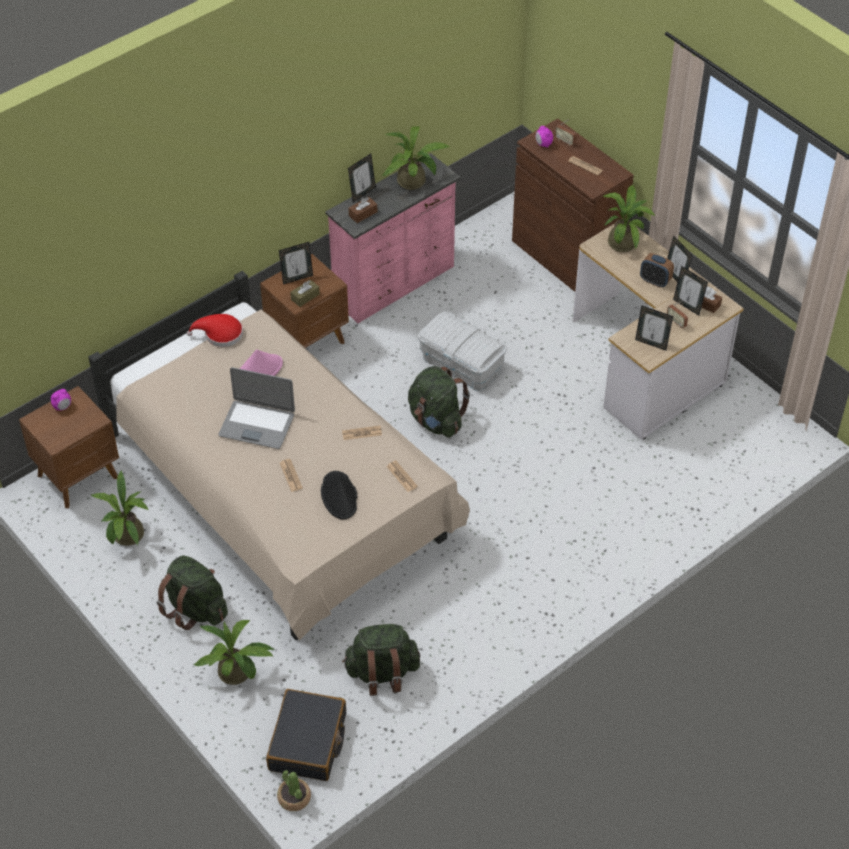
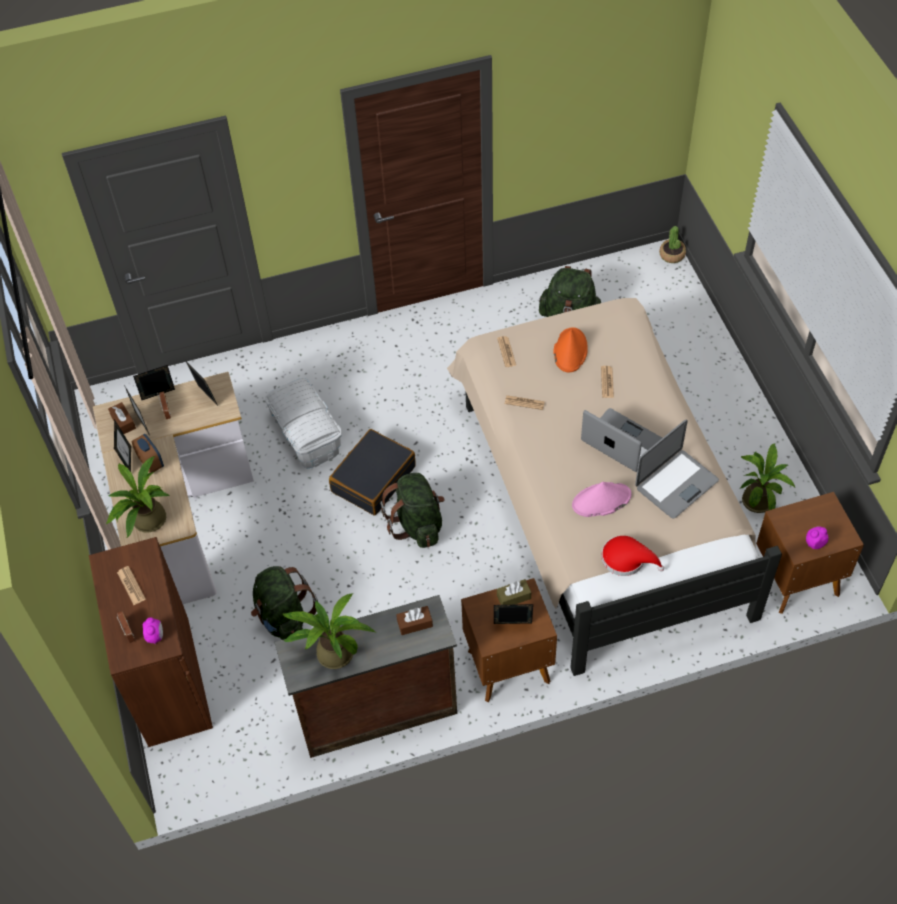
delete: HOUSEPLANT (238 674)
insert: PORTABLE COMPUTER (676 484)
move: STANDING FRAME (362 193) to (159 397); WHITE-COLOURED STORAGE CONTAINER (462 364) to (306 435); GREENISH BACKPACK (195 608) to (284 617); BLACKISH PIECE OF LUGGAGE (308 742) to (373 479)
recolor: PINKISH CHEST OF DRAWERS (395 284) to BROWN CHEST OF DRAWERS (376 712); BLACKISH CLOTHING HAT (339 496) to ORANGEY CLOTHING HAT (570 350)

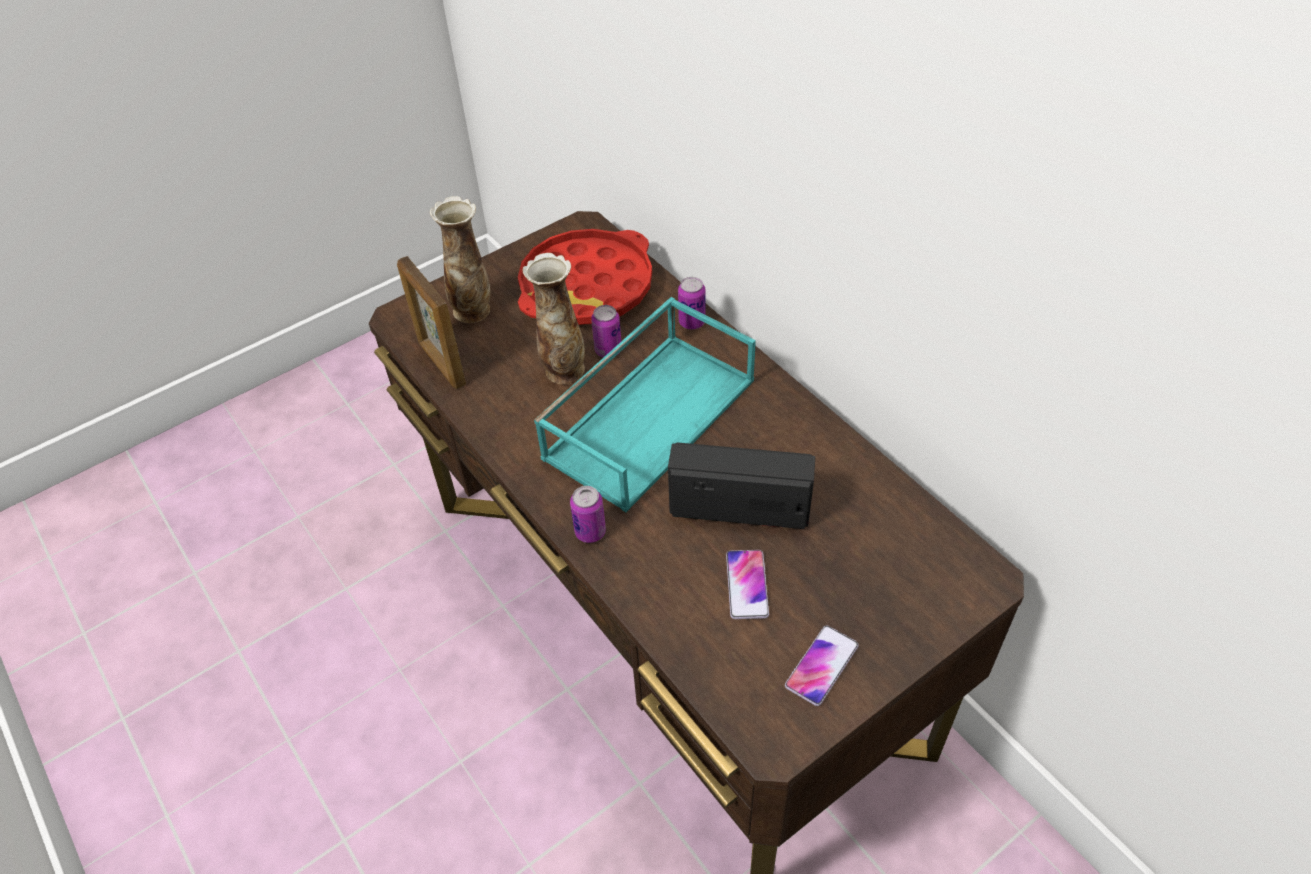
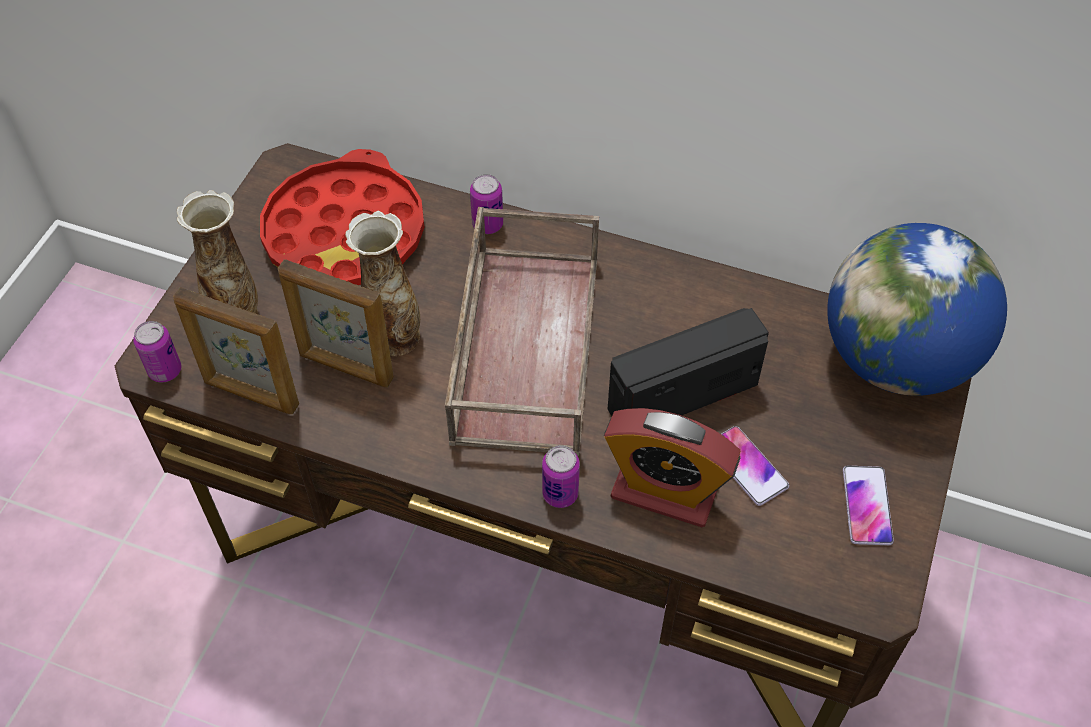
insert: GLOBE (896 359); STANDING FRAME (345 367); ALARM CLOCK (664 491)
move: CAN (608 350) to (165 370)
recolor: BLUE-GREEN SERVING TRAY (650 416) to BROWN SERVING TRAY (524 345)

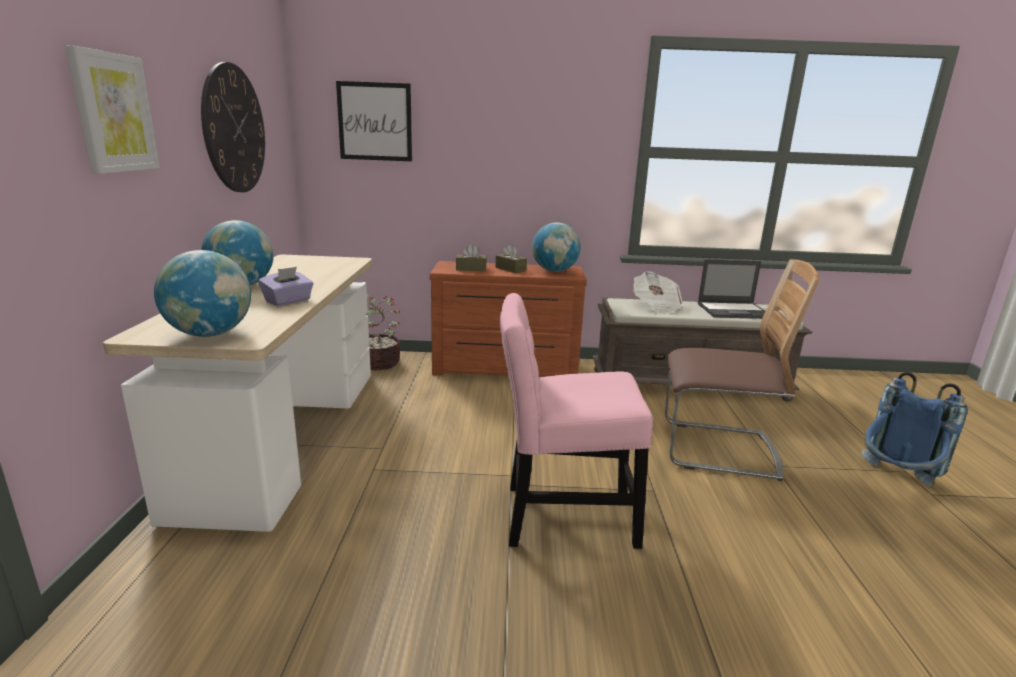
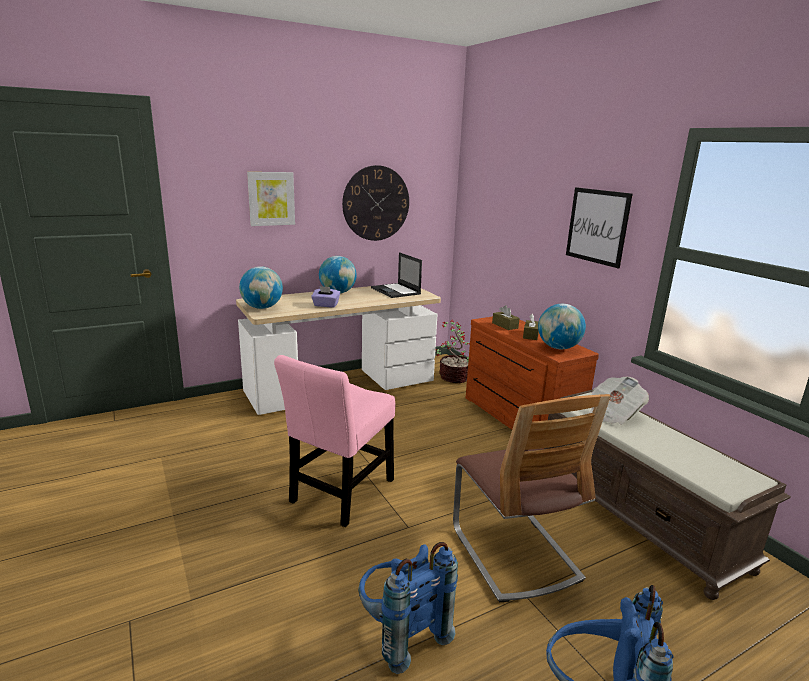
insert: BLUE-COLOURED BACKPACK (400 632)
move: WALL ART (375 122) to (597 226); PORTABLE COMPUTER (734 311) to (396 291)
rotate: PINKISH CHAIR (562 516) = (340 494) 120 degrees counterclockwise

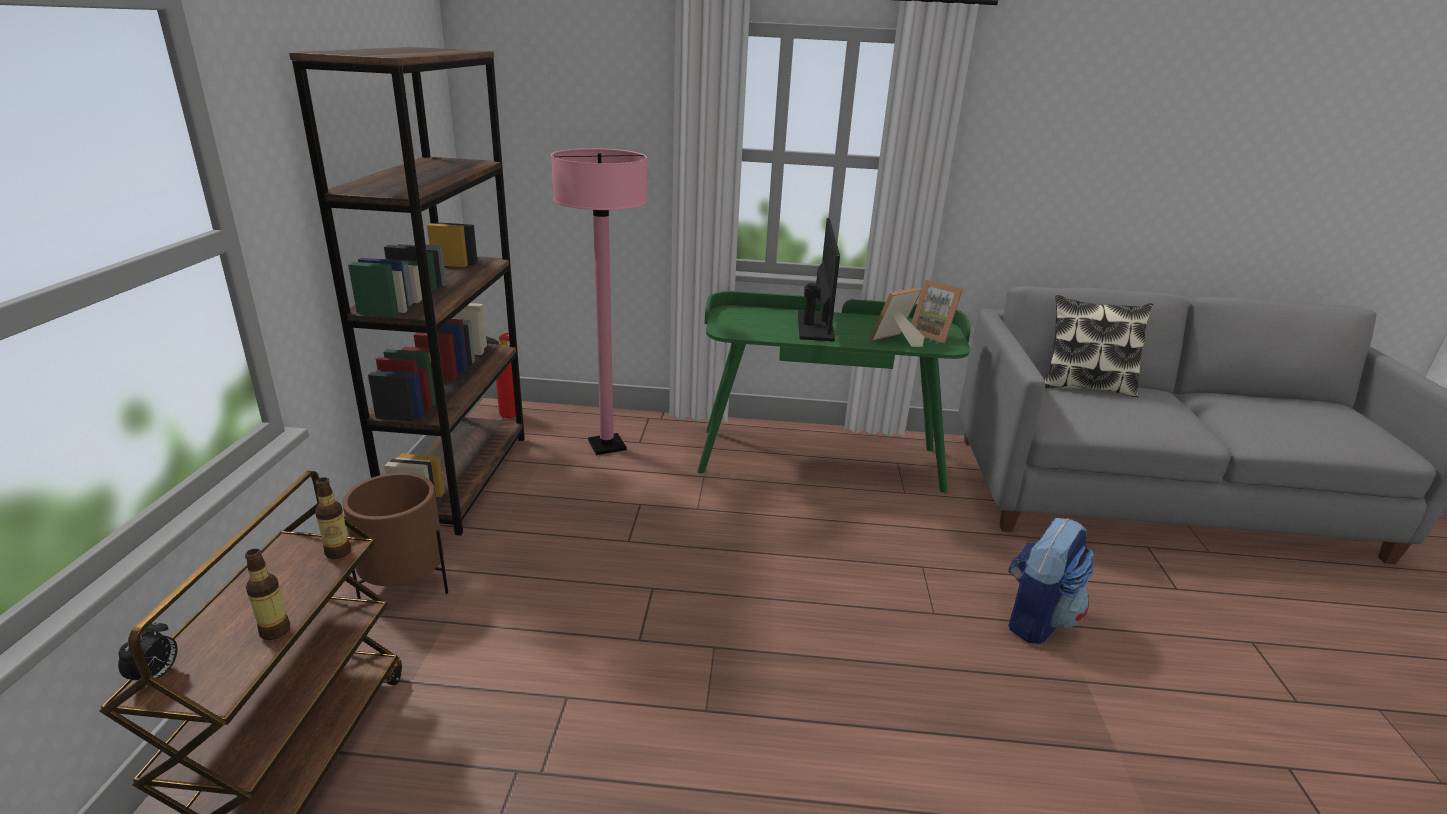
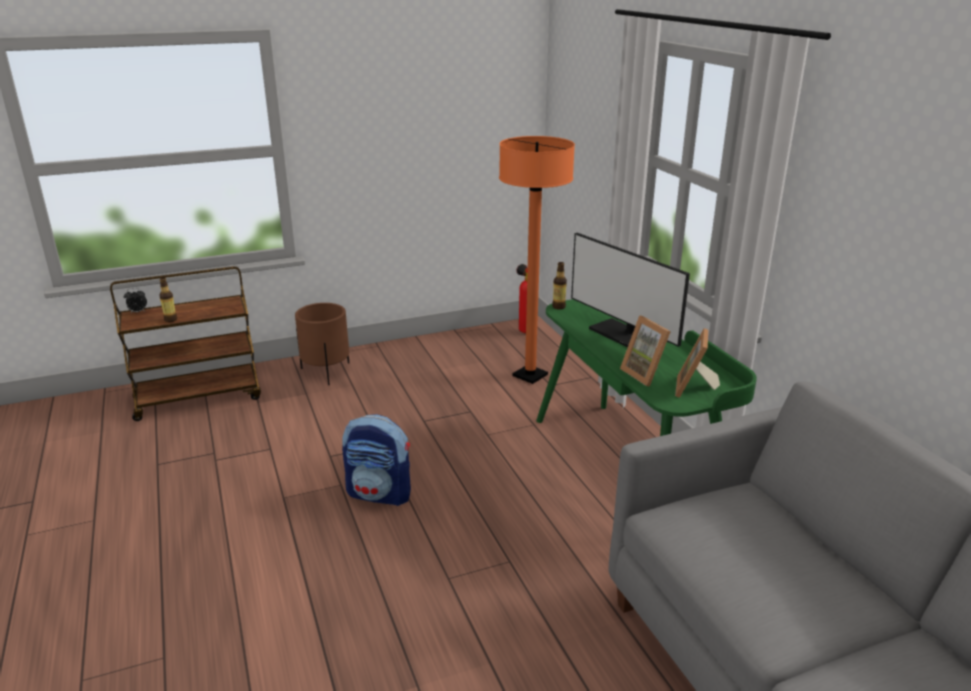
delete: BROWN BOOKSHELF (460 478); PILLOW (1085 386)
move: BEVERAGE BOTTLE (338 552) to (559 307); BACKPACK (1036 618) to (380 494)
recolor: PINKISH FLOOR LAMP (607 446) to ORANGEY FLOOR LAMP (530 375)
rotate: COMPUTER SCREEN (815 327) = (625 336) 75 degrees clockwise; STANDING FRAME (895 341) = (646 374) 150 degrees counterclockwise

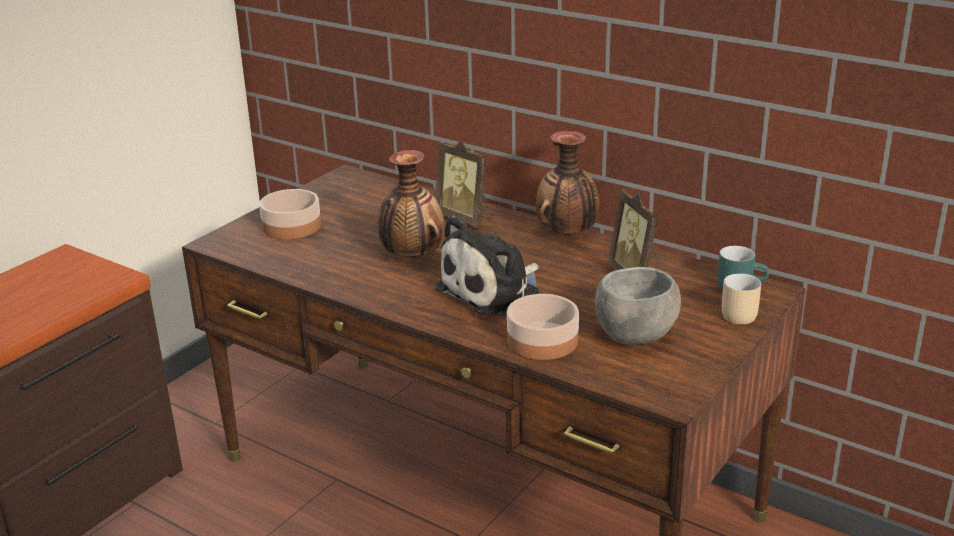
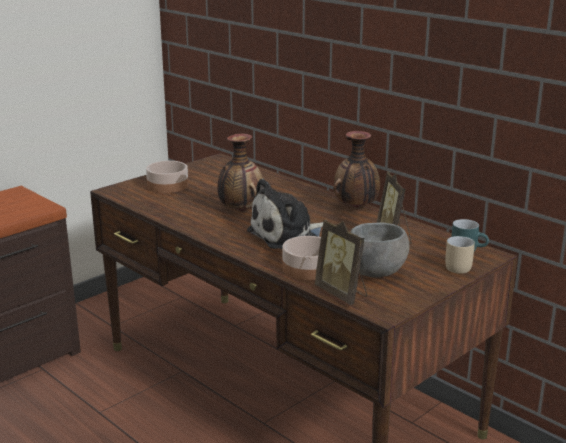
move: STANDING FRAME (465 218) to (342 294)

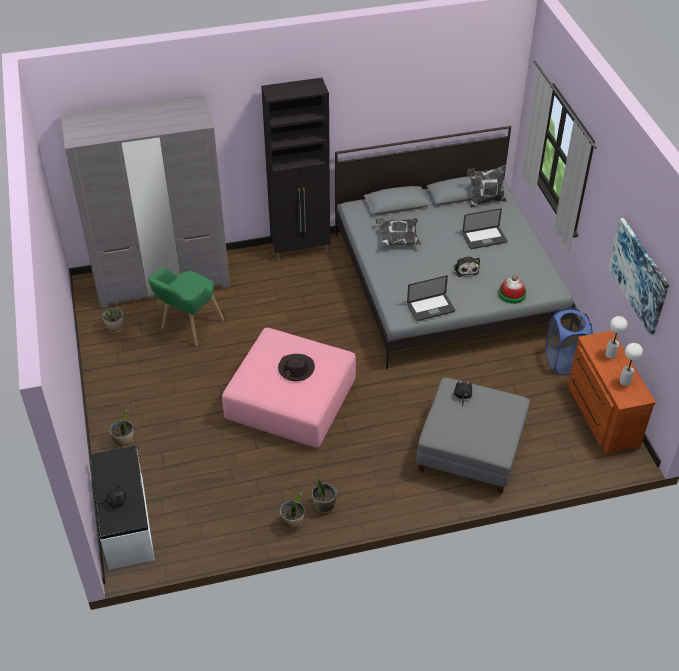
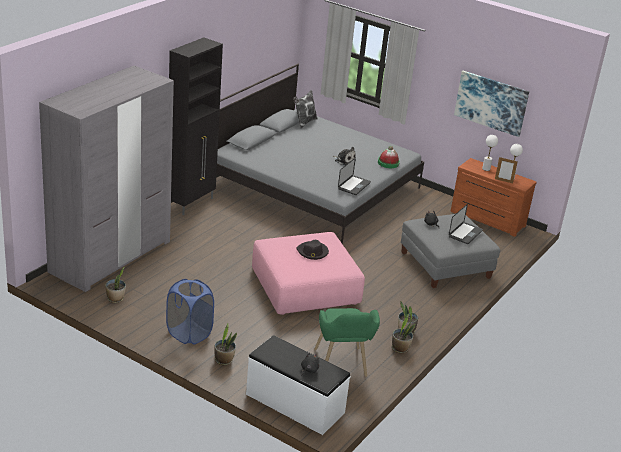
delete: PILLOW (397 239)
insert: STANDING FRAME (503 181)
move: PORTABLE COMPUTER (484 238) to (465 234); GREENISH ARMCHAIR (187 329) to (341 368); BLUE-COLOURED HAMPER (564 361) to (189 333)

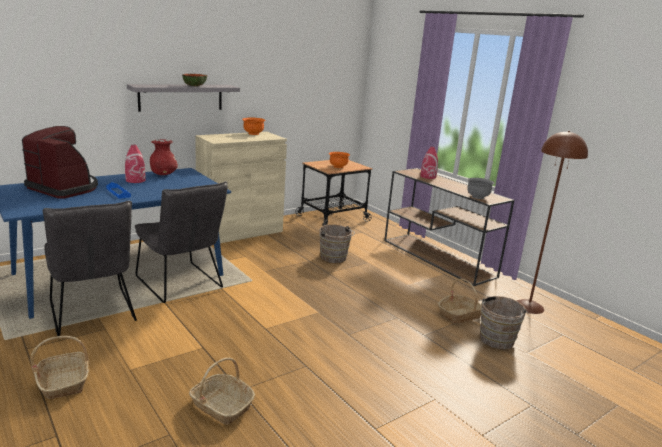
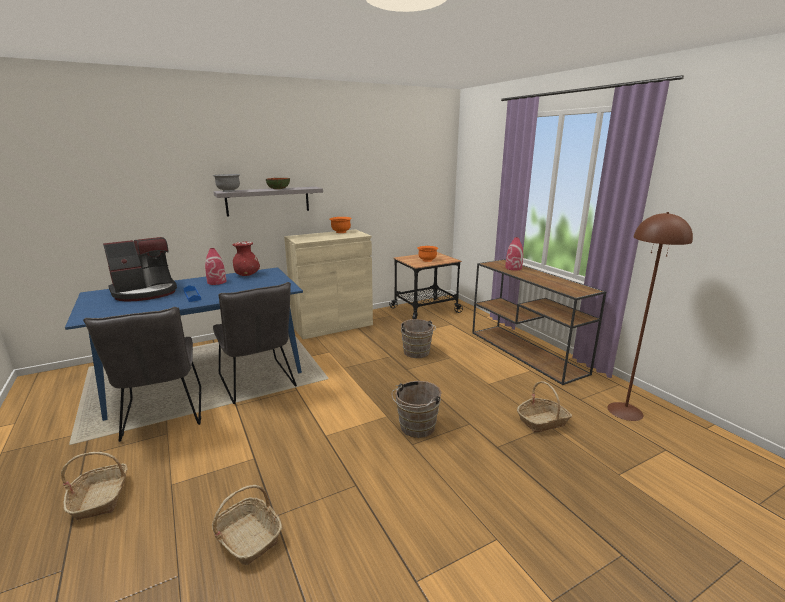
move: GREYISH DEEP DISH (477 197) to (228 191); BROWN WATER BUCKET (496 341) to (415 428)
rotate: COFFEE MACHINE (64 188) = (145 292) 105 degrees clockwise

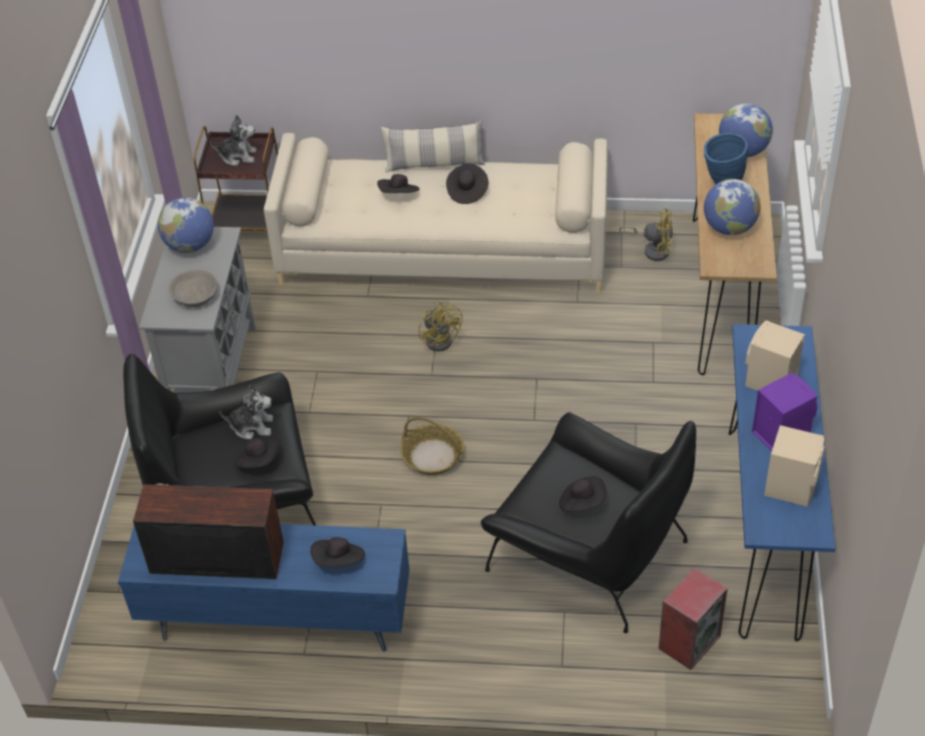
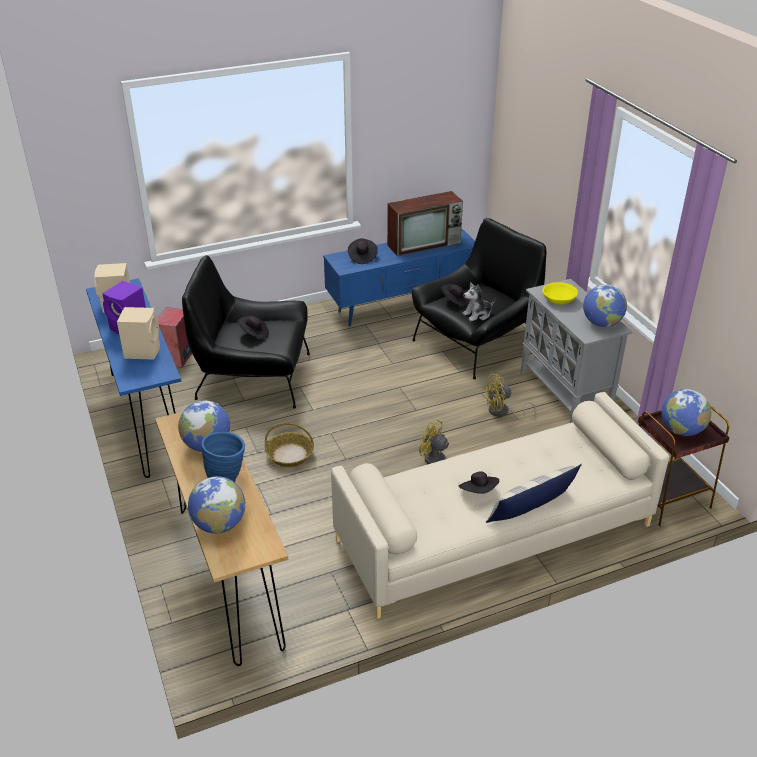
delete: BLACKISH CLOTHING HAT (399 195)
move: YELLOW COOLING FAN (653 249) to (502 412); BASKET (432 456) to (290 455)
replace: PLUSH TOY (238 156) to GLOBE (681 430)
recolor: GREYISH DEEP DISH (195 296) to YELLOW DEEP DISH (559 300)

